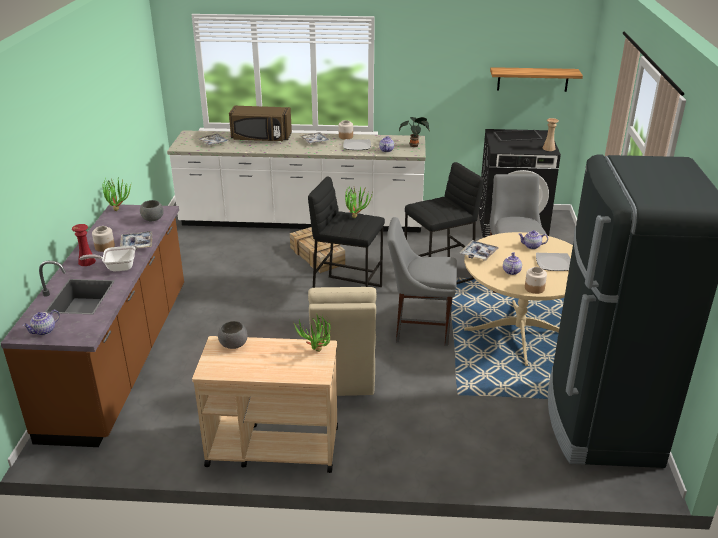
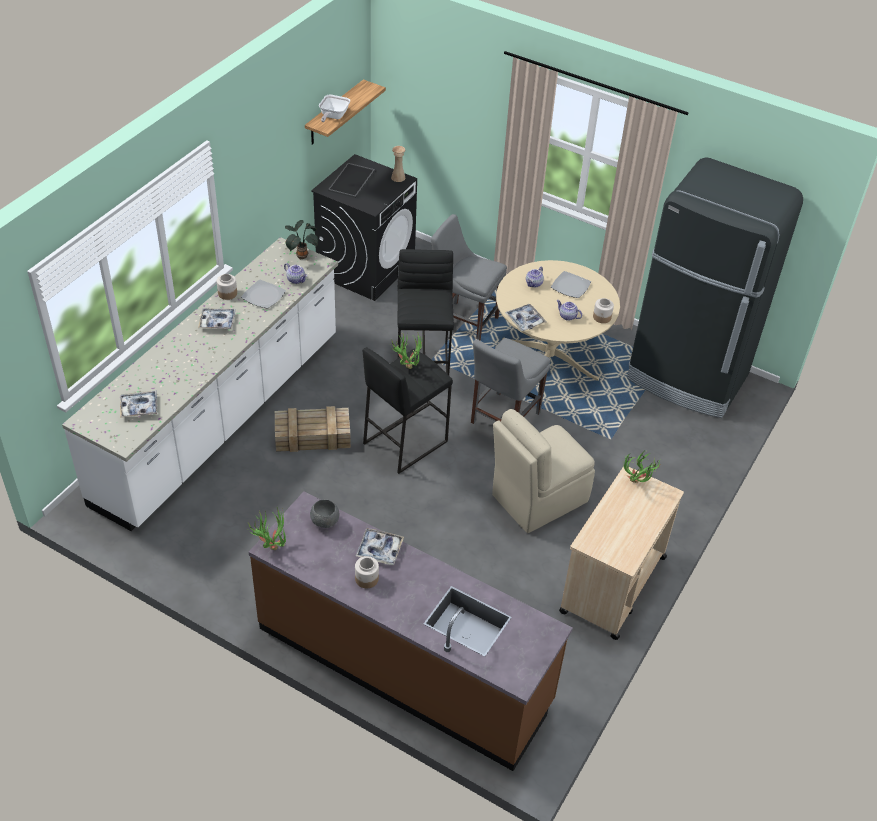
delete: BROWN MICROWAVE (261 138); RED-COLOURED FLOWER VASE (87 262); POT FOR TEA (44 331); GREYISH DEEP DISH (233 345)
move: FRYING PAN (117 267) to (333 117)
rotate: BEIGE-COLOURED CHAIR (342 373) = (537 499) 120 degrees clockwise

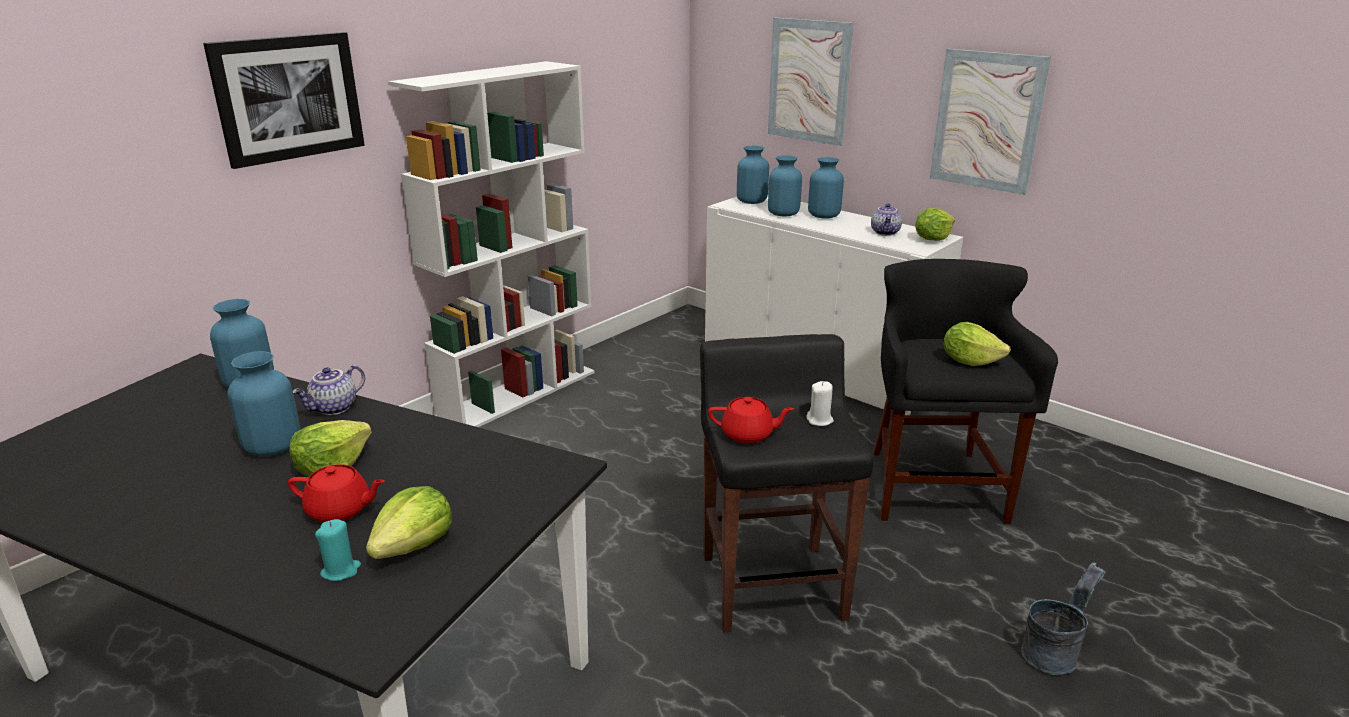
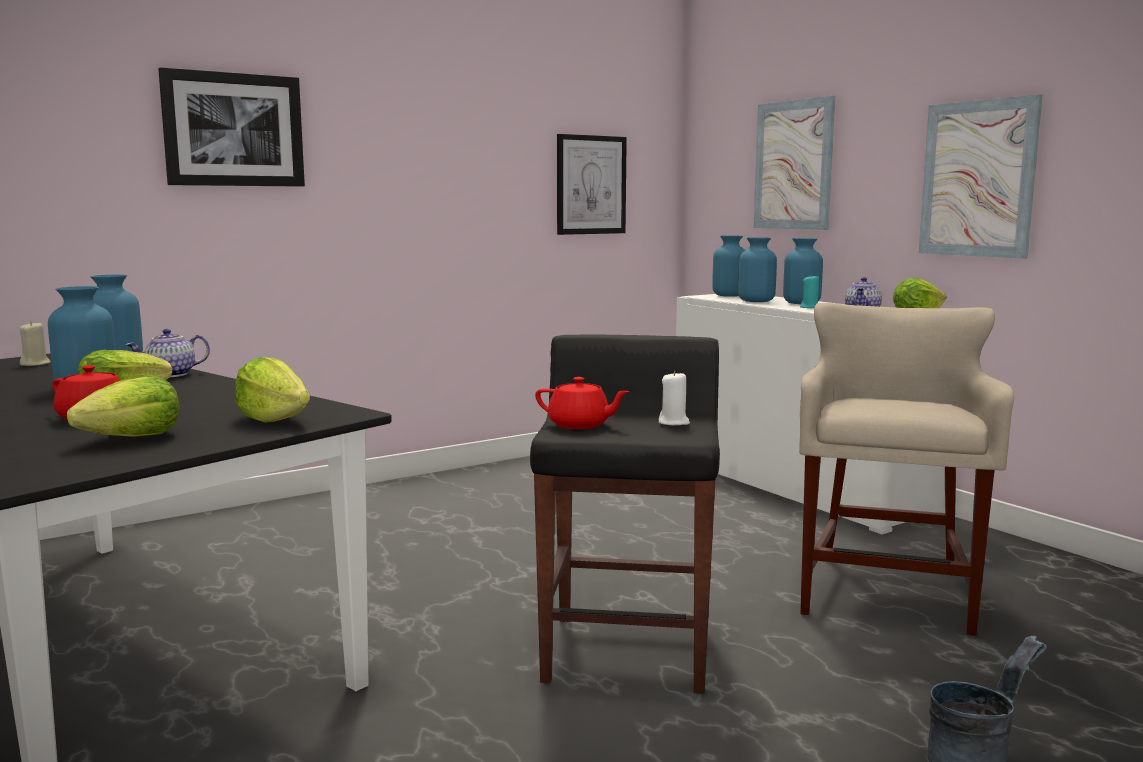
delete: WHITE-COLOURED BOOKSHELF (518 393)
insert: WALL ART (591 185); BEIGE-COLOURED WAX CANDLE (35 364)
move: LETTUCE HEAD (969 361) to (273 419); BLUE-GREEN WAX CANDLE (341 570) to (810 307)
recolor: BLACKISH STOOL SEAT (933 487) to BEIGE-COLOURED STOOL SEAT (886 594)

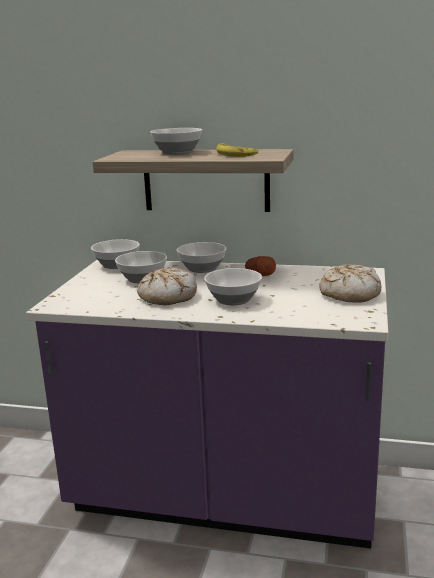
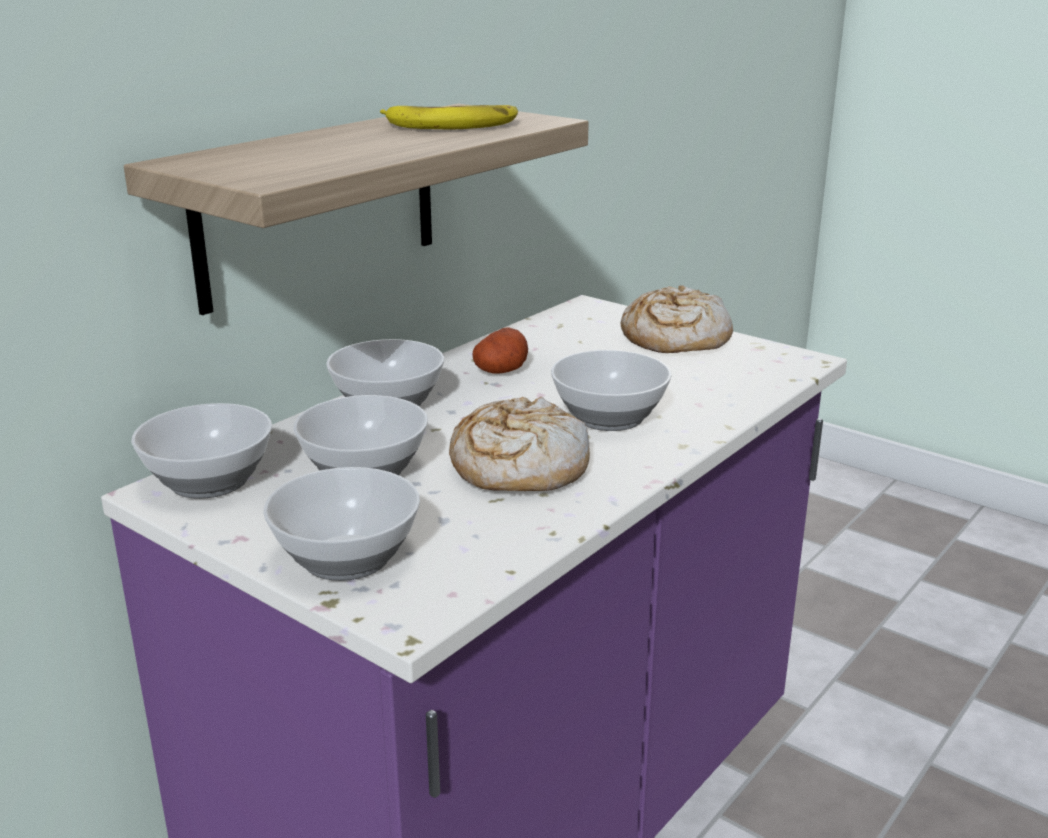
move: DEEP DISH (176 153) to (347 560)

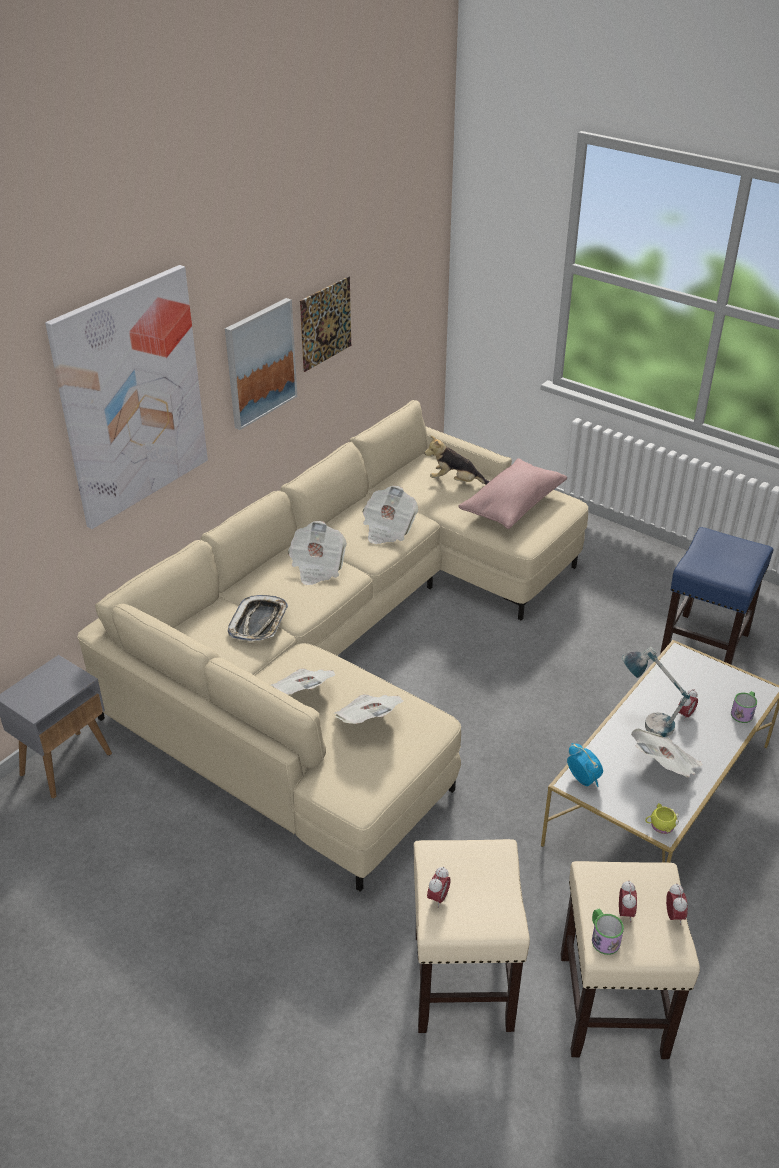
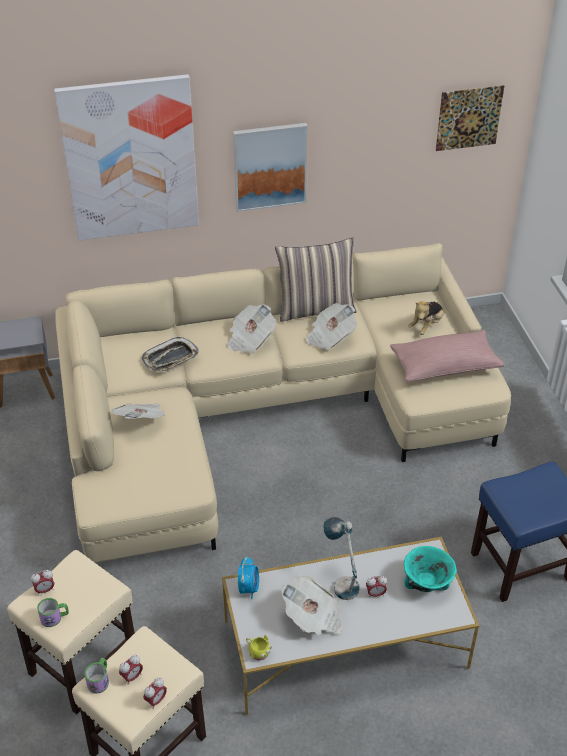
delete: PRINTED PAPER (368 720)
insert: PILLOW (316 308); BLUE-GREEN DEEP DISH (426 583)
move: WALL ART (325 323) to (469 118); MUG (743 713) to (55 617)
rotate: PLUSH TOY (455 482) = (426 326) 105 degrees counterclockwise

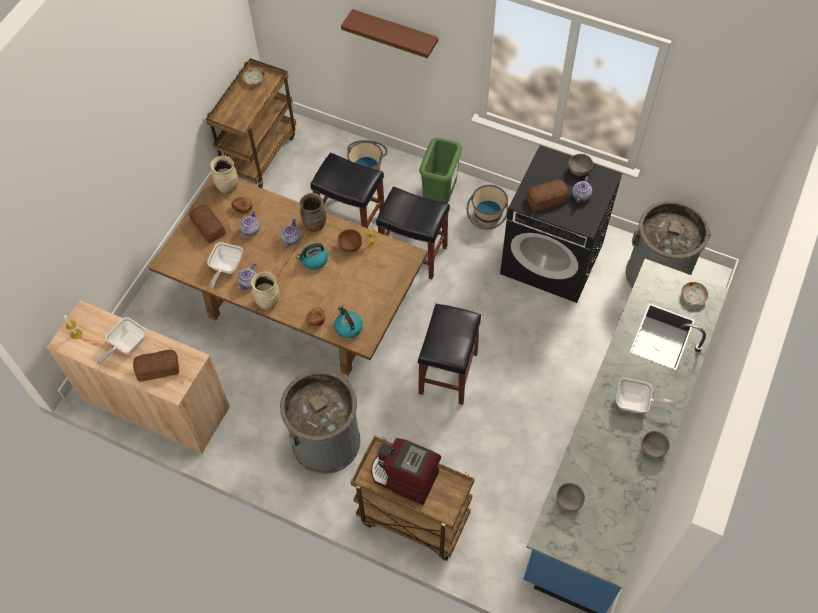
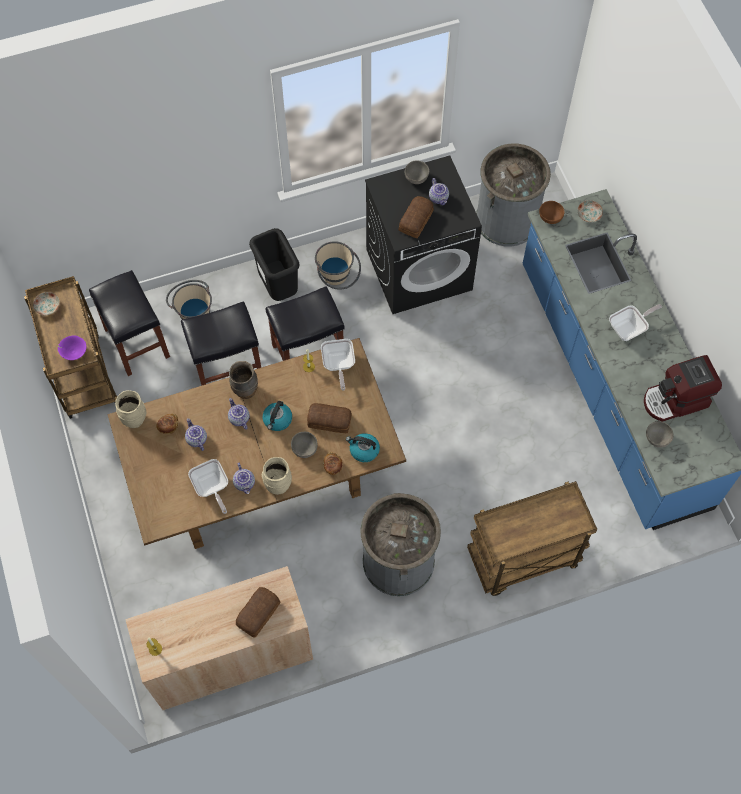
delete: BROWN WALL SHELF (395 34)
insert: PURPLE DEEP DISH (73 352)
move: BAKED BREAD (208 228) to (330 422); BROWN DEEP DISH (350 246) to (550 218); BLACKISH STOOL SEAT (448 374) to (138 343); FRYING PAN (126 345) to (338 365); GREYISH DEEP DISH (652 449) to (304 449); COFFEE MACHINE (404 478) to (676 400)
recolor: GREENISH WASTE BIN (440 196) to BLACKISH WASTE BIN (279 288)

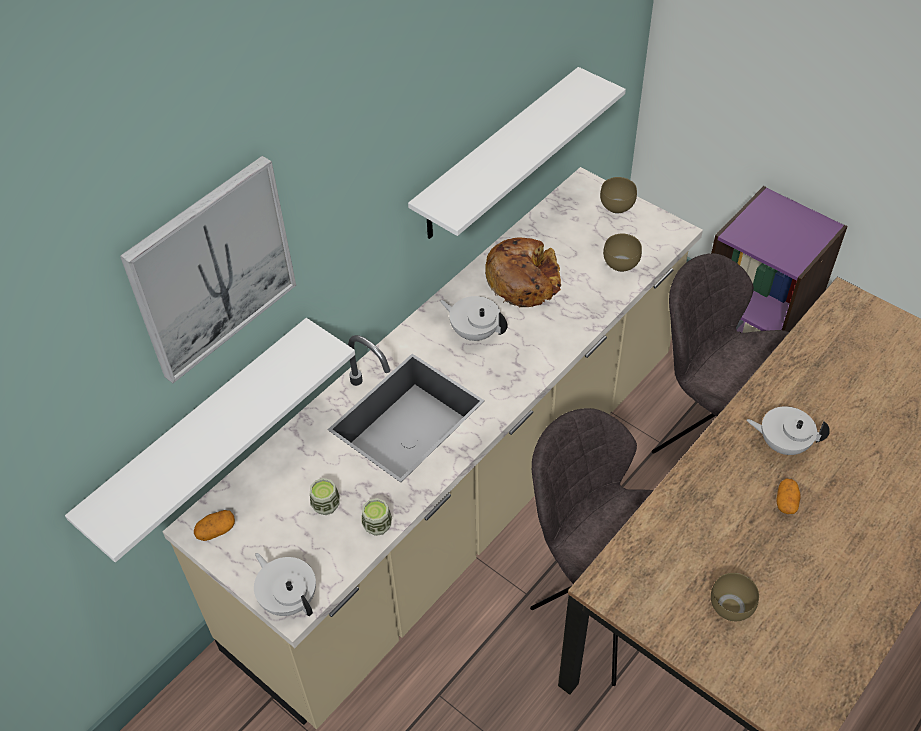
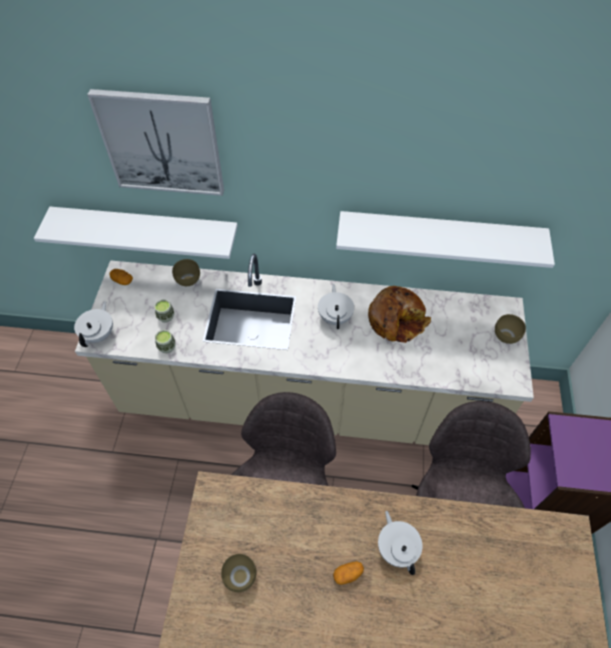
move: BROWN DEEP DISH (620 265) to (187 280)

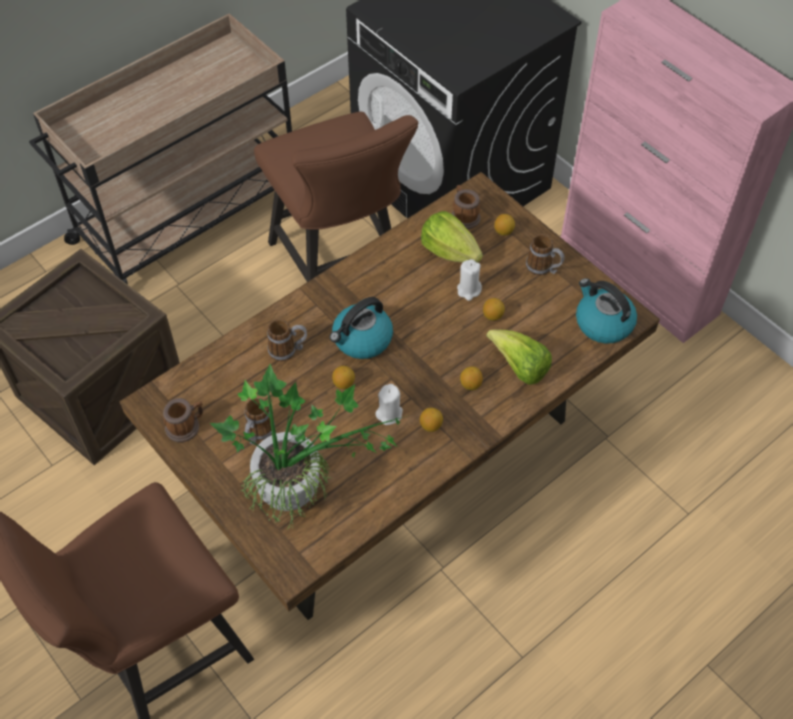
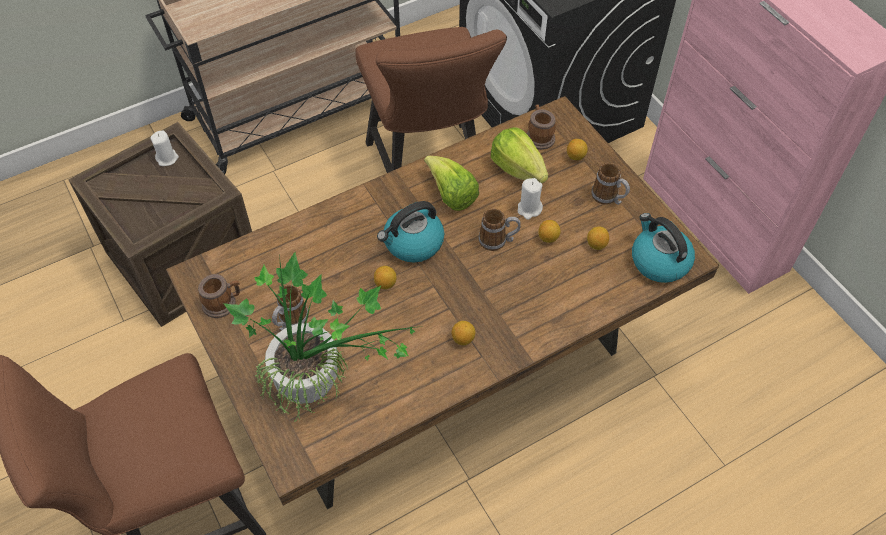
move: MUG (288 350) to (498 241); LETTUCE HEAD (519 367) to (451 195); CITRUS FRUIT (470 384) to (596 244); WHITE-COLOURED WAX CANDLE (389 414) to (167 158)

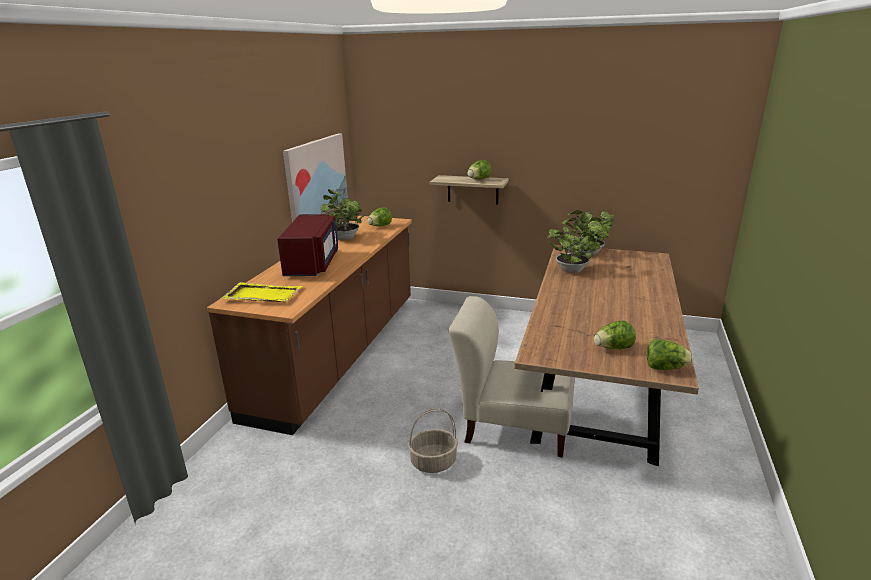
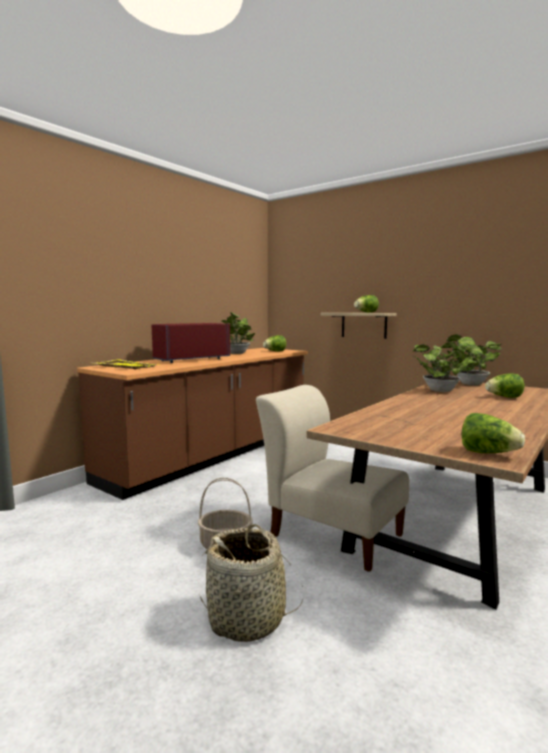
delete: WALL ART (316 178)
insert: BASKET (247 619)
move: LETTUCE HEAD (613 348) to (504 397)
rotate: RED-COLOURED MICROWAVE (313 264) = (191 359) 150 degrees counterclockwise

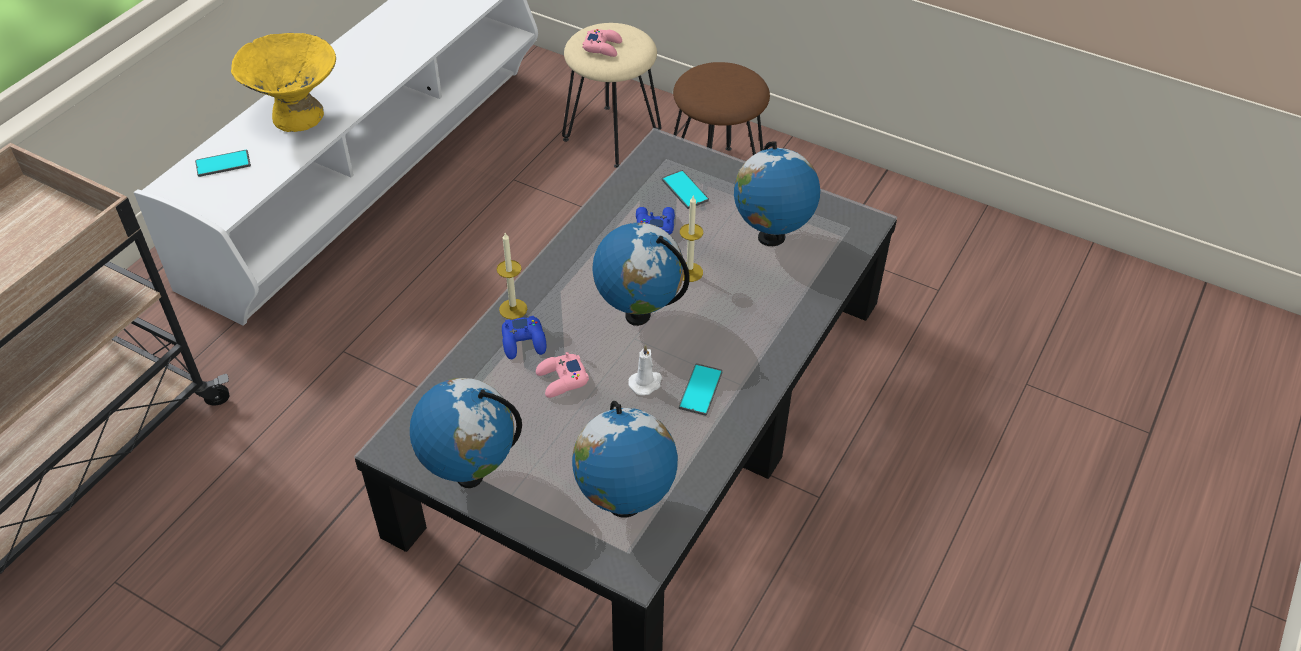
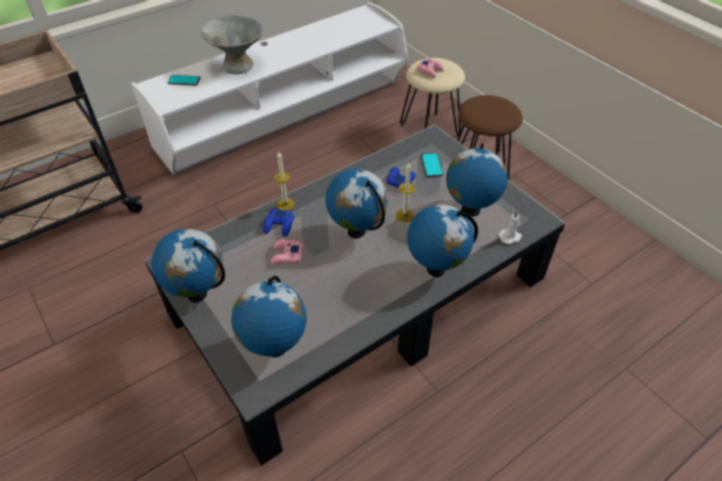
delete: TELEPHONE (700 390)
insert: GLOBE (435 268)
move: WHITE-COLOURED WAX CANDLE (646 383) to (510 237)
recolor: YELLOW DEEP DISH (297 115) to GREYISH DEEP DISH (238 66)

